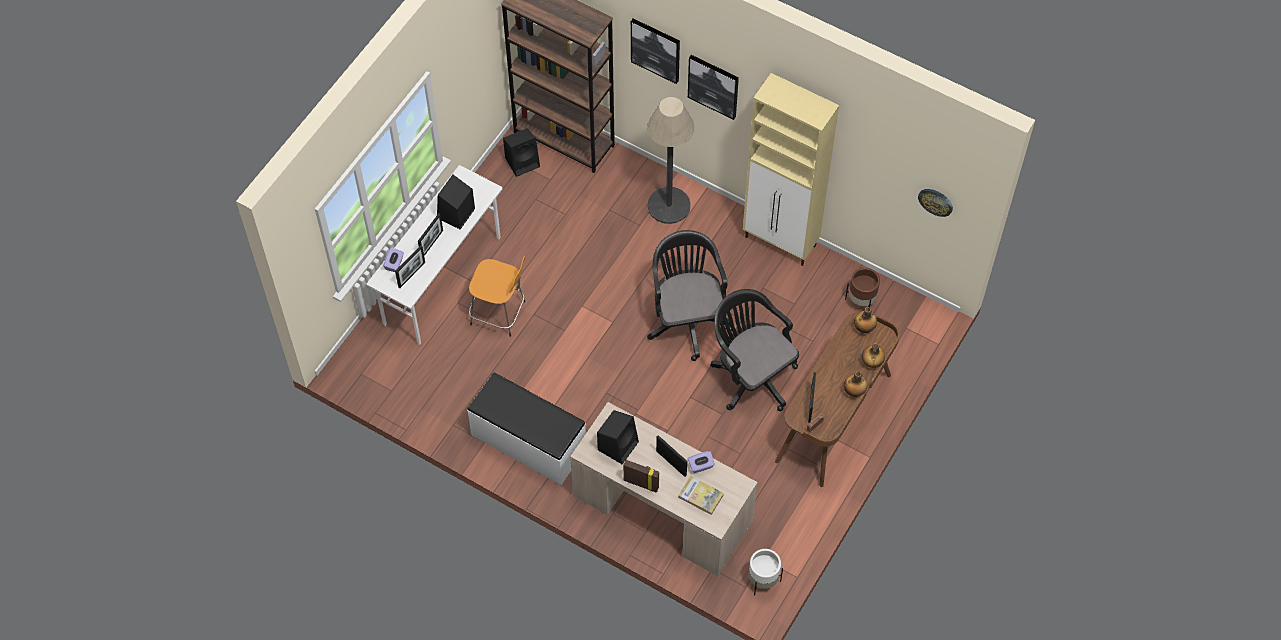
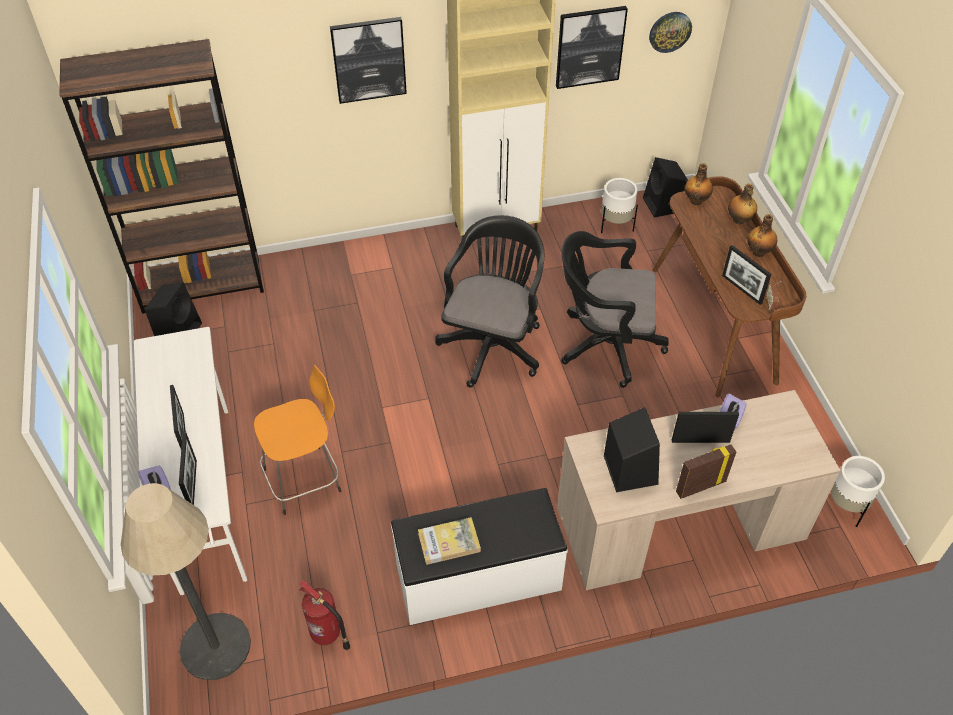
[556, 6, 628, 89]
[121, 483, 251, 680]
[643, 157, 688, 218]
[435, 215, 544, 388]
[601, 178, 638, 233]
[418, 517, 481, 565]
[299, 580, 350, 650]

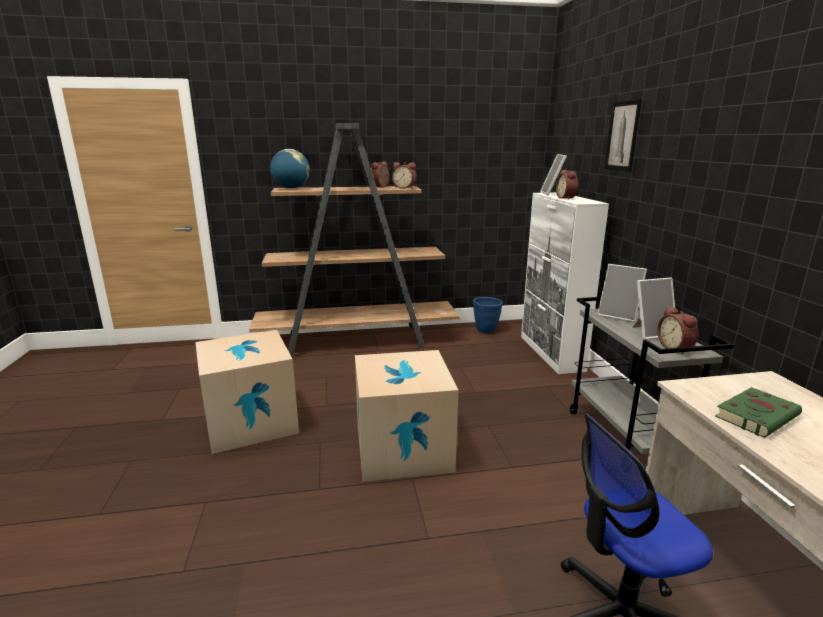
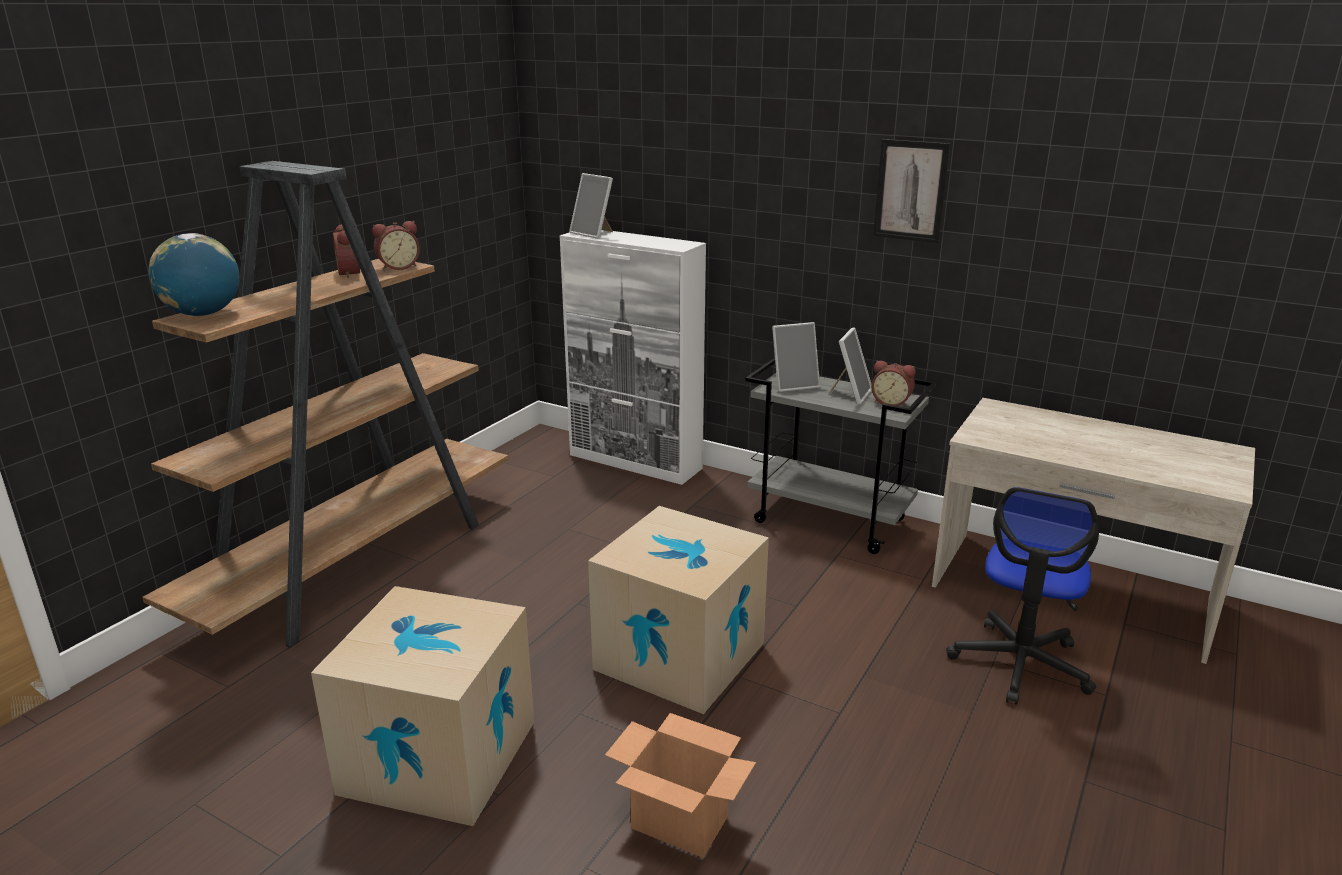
[873, 139, 950, 243]
[556, 170, 578, 200] (first image)
[473, 297, 503, 333] (first image)
[715, 387, 802, 438] (first image)
[605, 713, 756, 858]

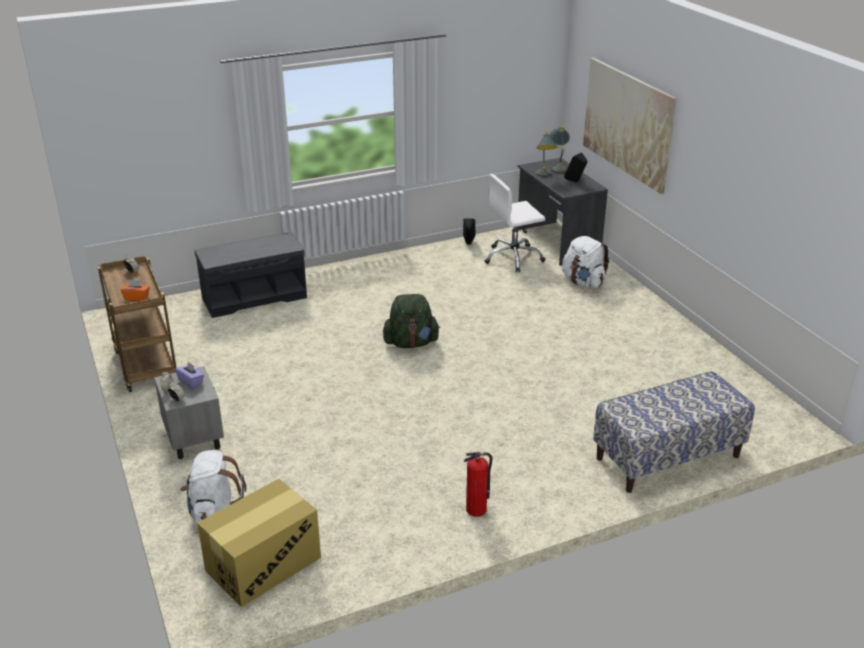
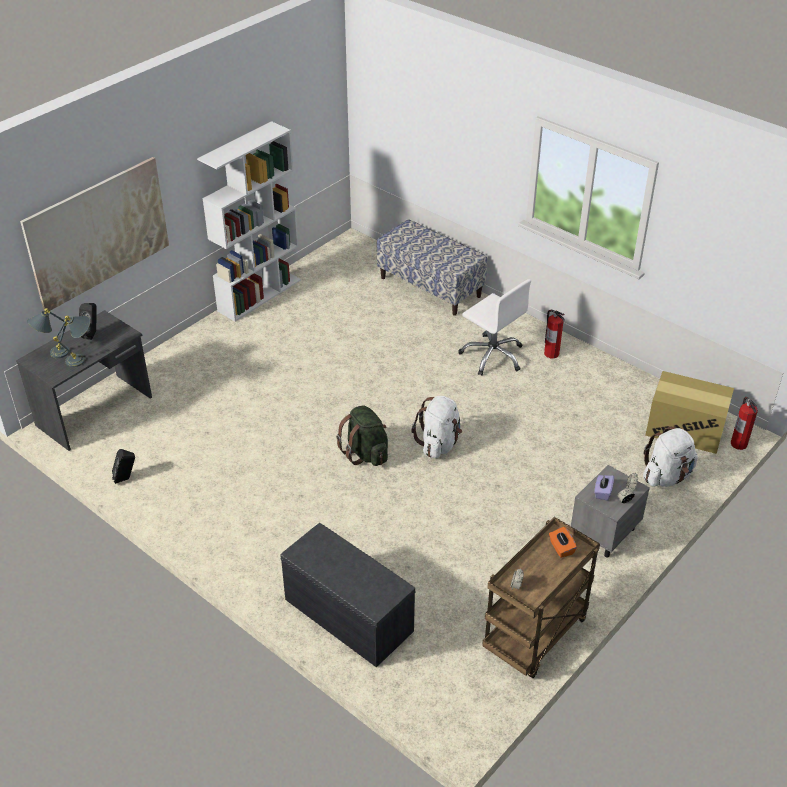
[458, 279, 531, 376]
[411, 396, 462, 458]
[197, 121, 301, 321]
[731, 397, 758, 450]

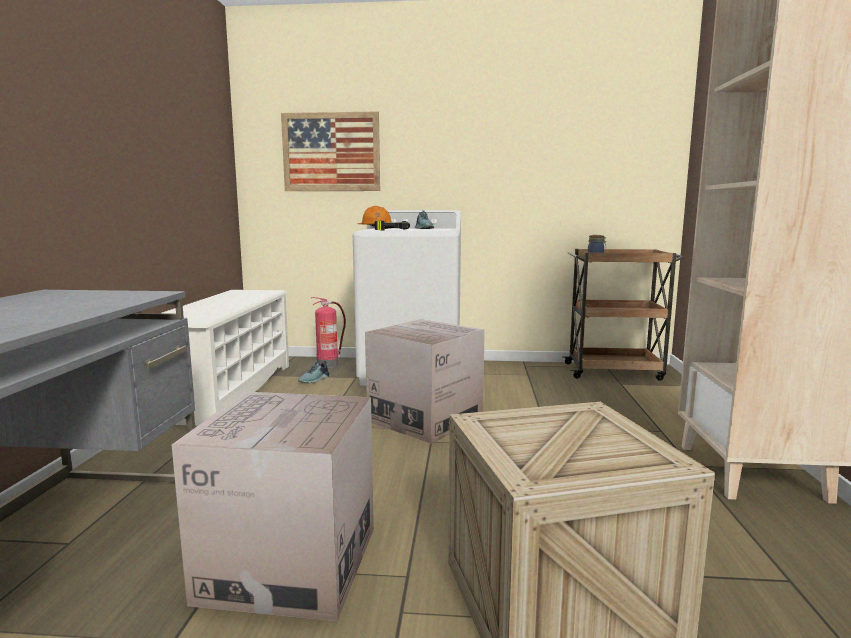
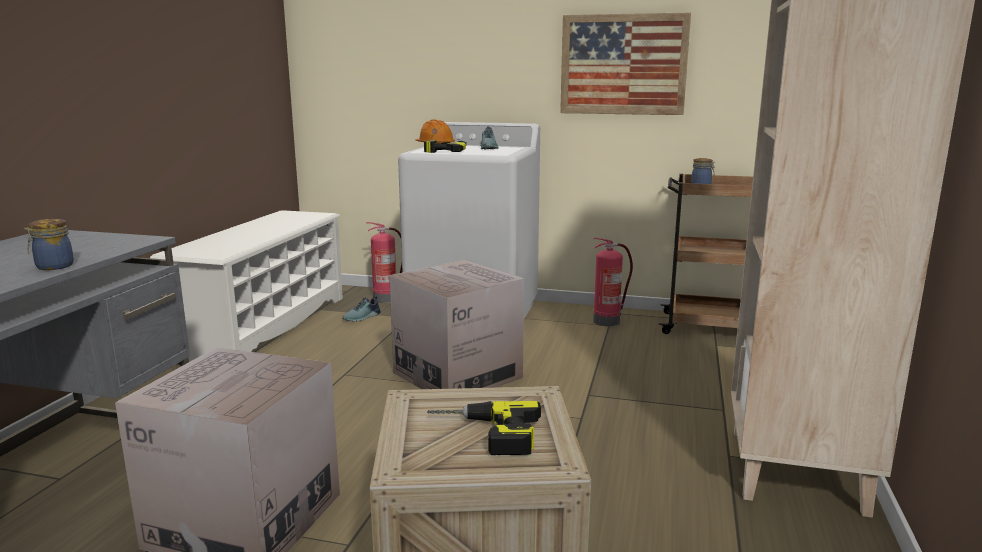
[560, 13, 691, 115]
[24, 219, 74, 270]
[593, 238, 633, 326]
[427, 401, 541, 455]

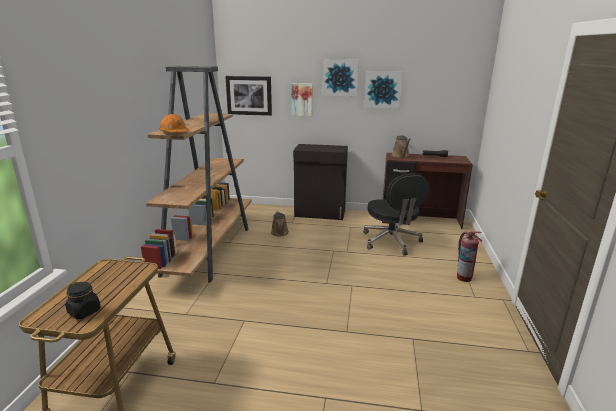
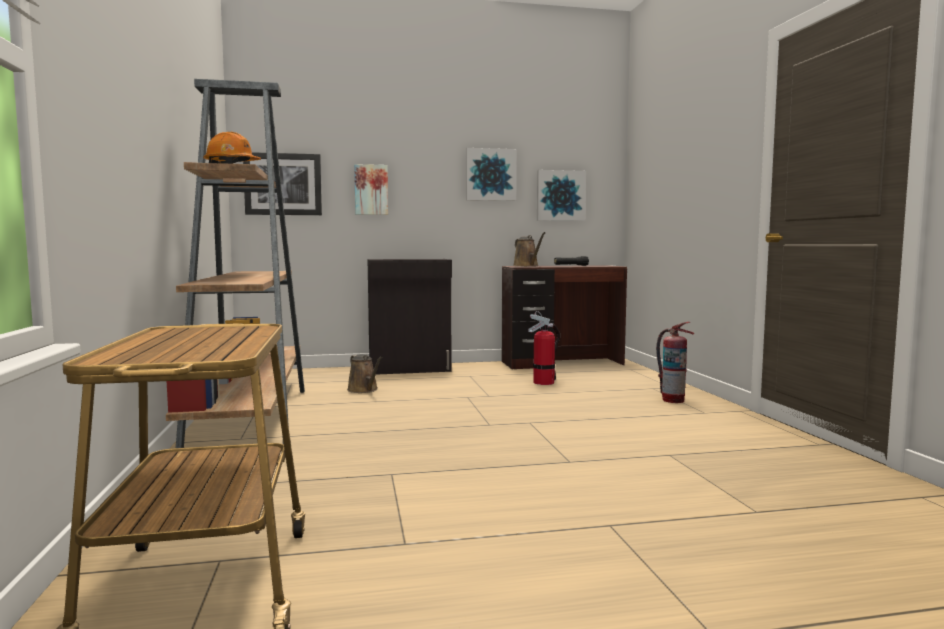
[537, 170, 586, 221]
[528, 311, 560, 385]
[65, 282, 101, 319] (first image)

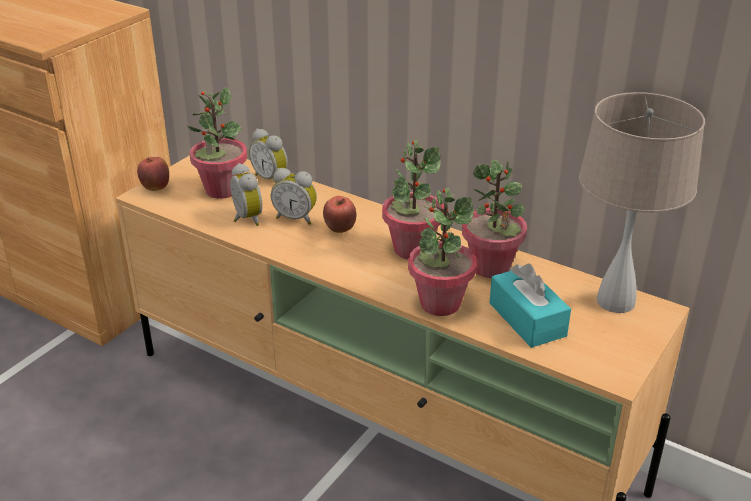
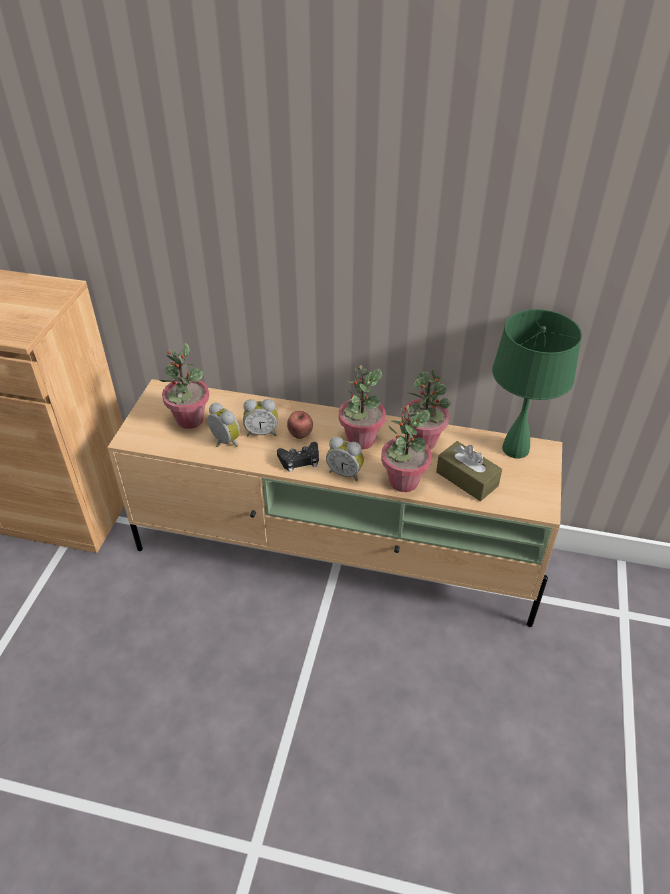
[492, 309, 582, 458]
[326, 437, 364, 481]
[137, 157, 169, 191] (first image)
[436, 441, 502, 501]
[277, 442, 319, 472]

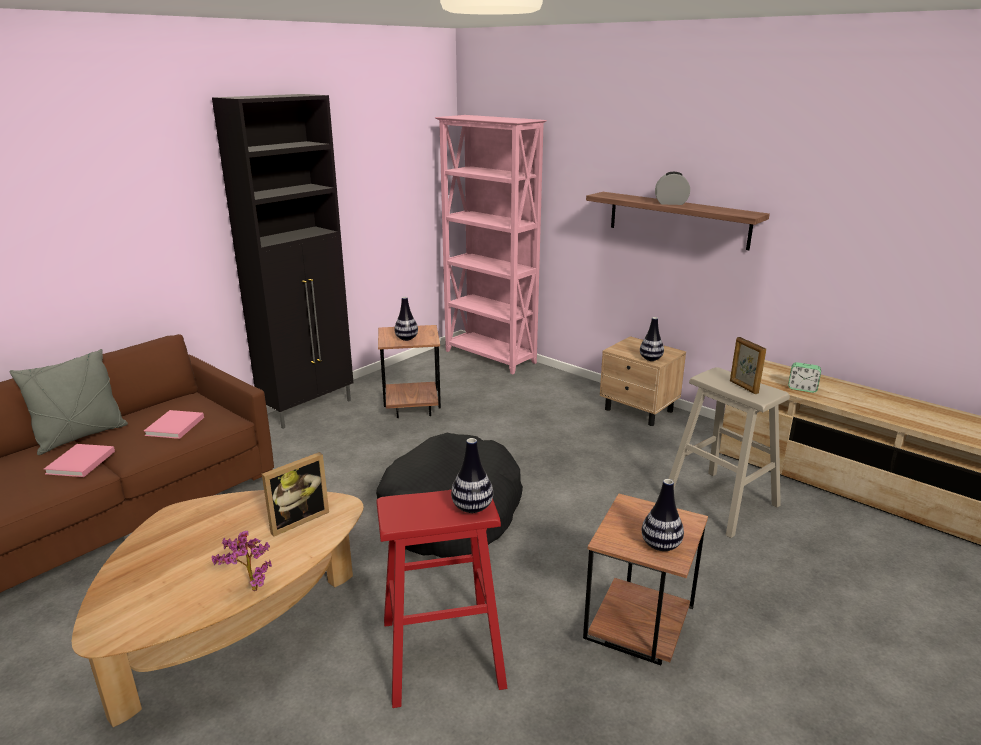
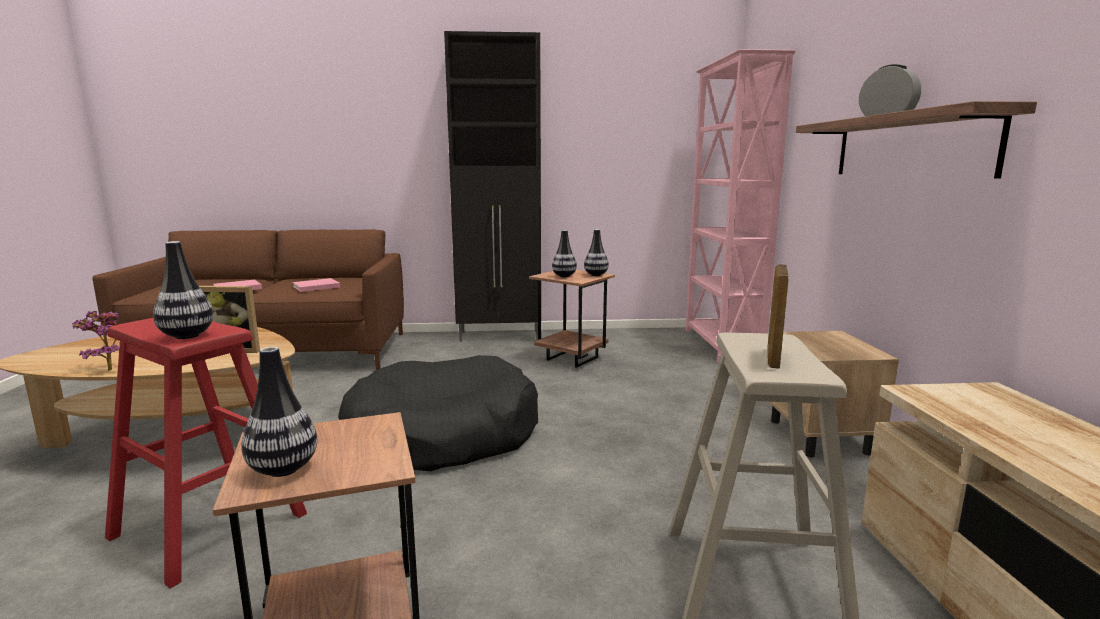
[584, 229, 609, 276]
[9, 349, 128, 455] (first image)
[788, 362, 821, 393] (first image)

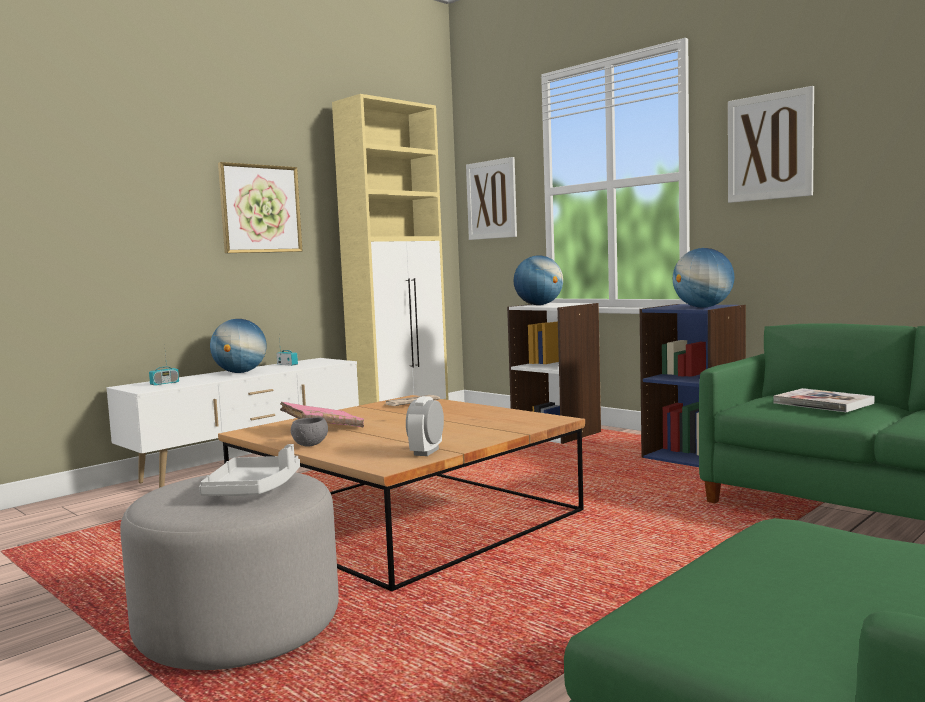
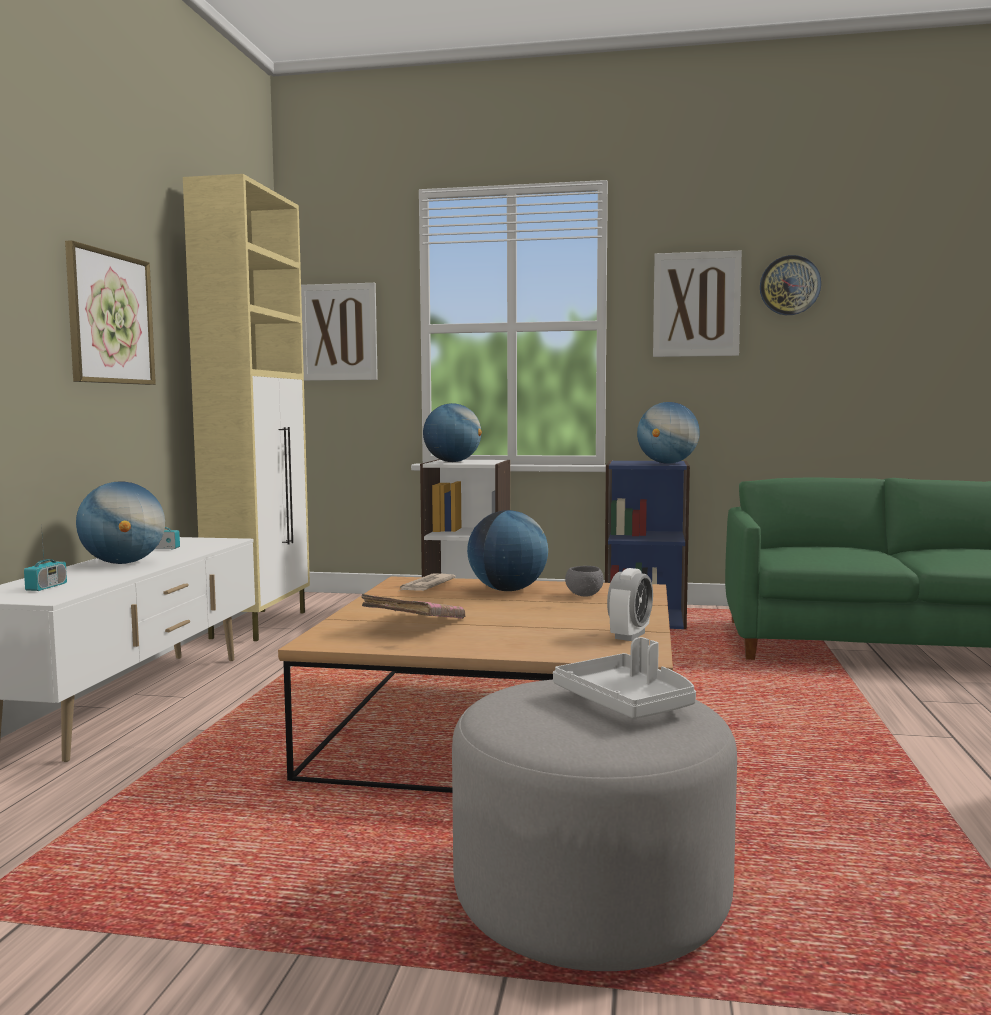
[773, 388, 874, 412] (first image)
[607, 568, 653, 641]
[565, 566, 604, 596]
[760, 255, 821, 315]
[467, 510, 548, 591]

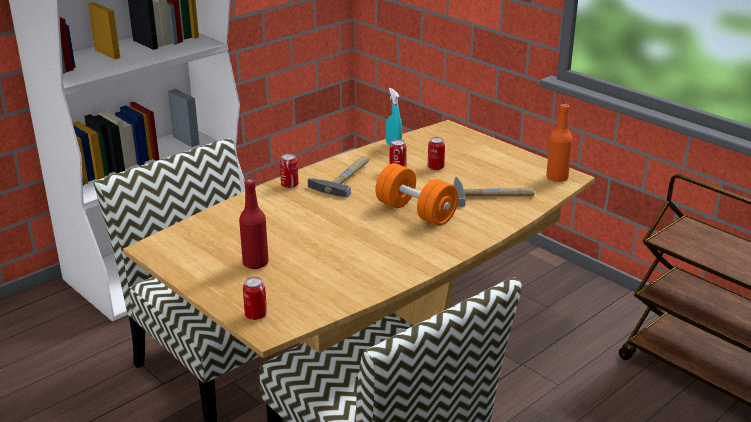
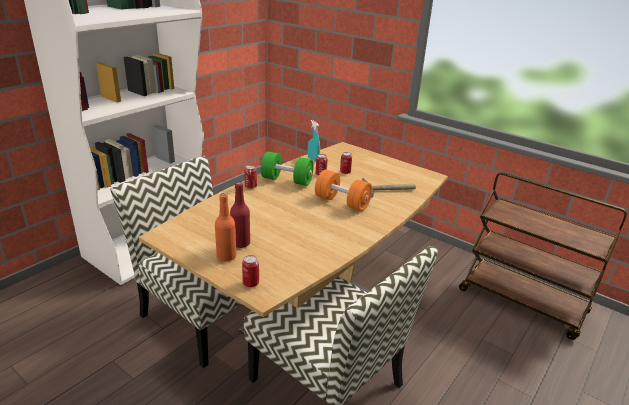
[215, 193, 236, 261]
[261, 152, 314, 186]

